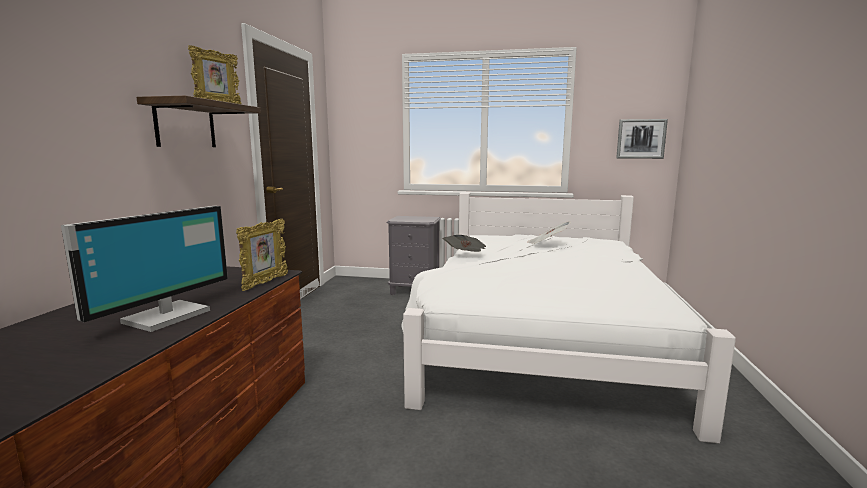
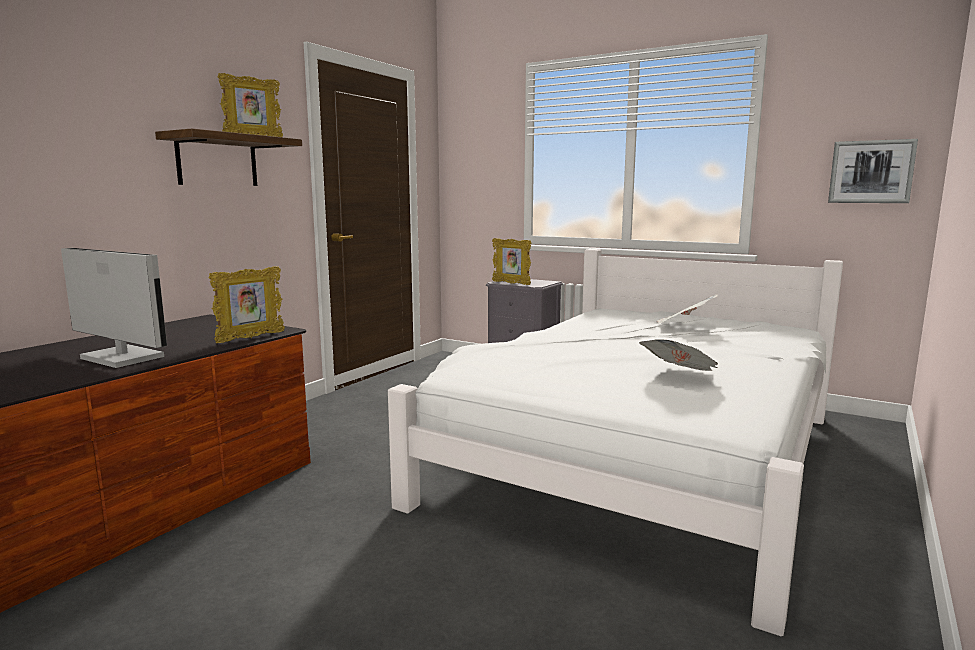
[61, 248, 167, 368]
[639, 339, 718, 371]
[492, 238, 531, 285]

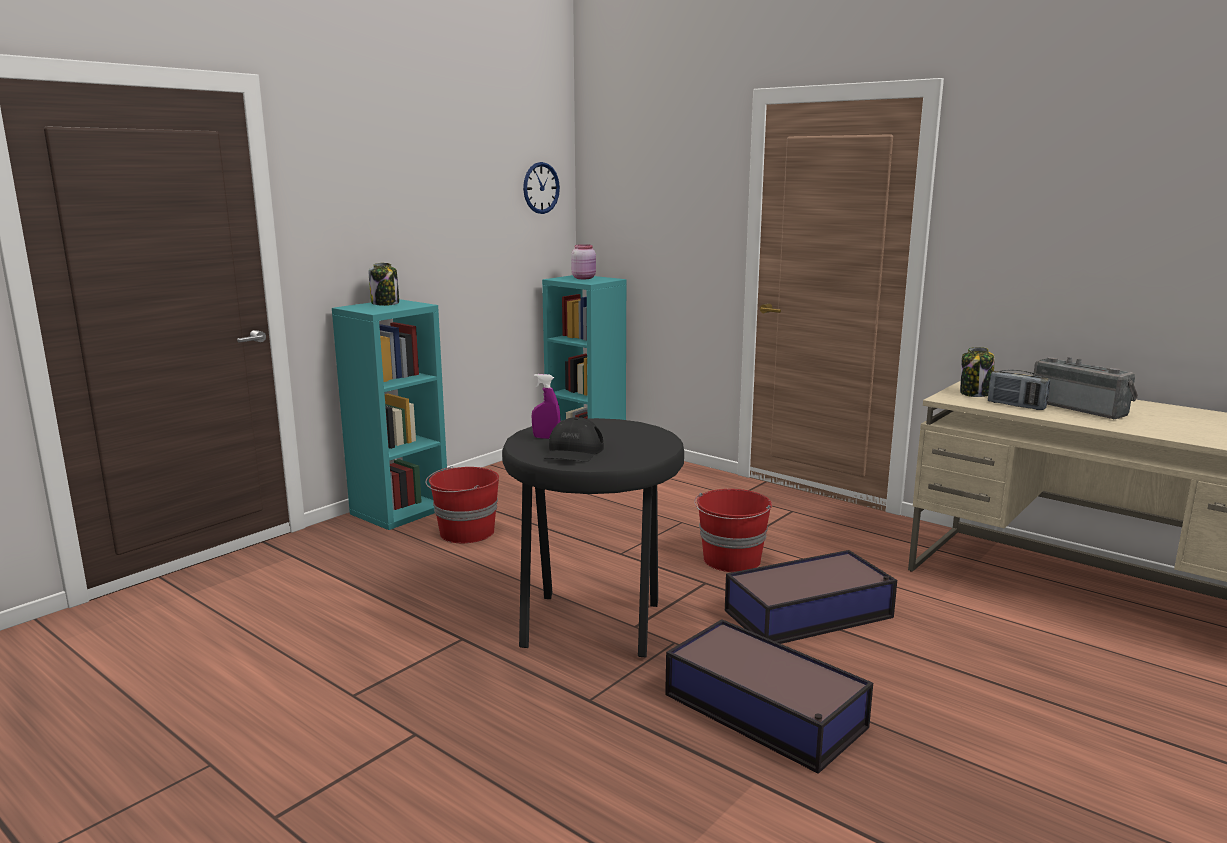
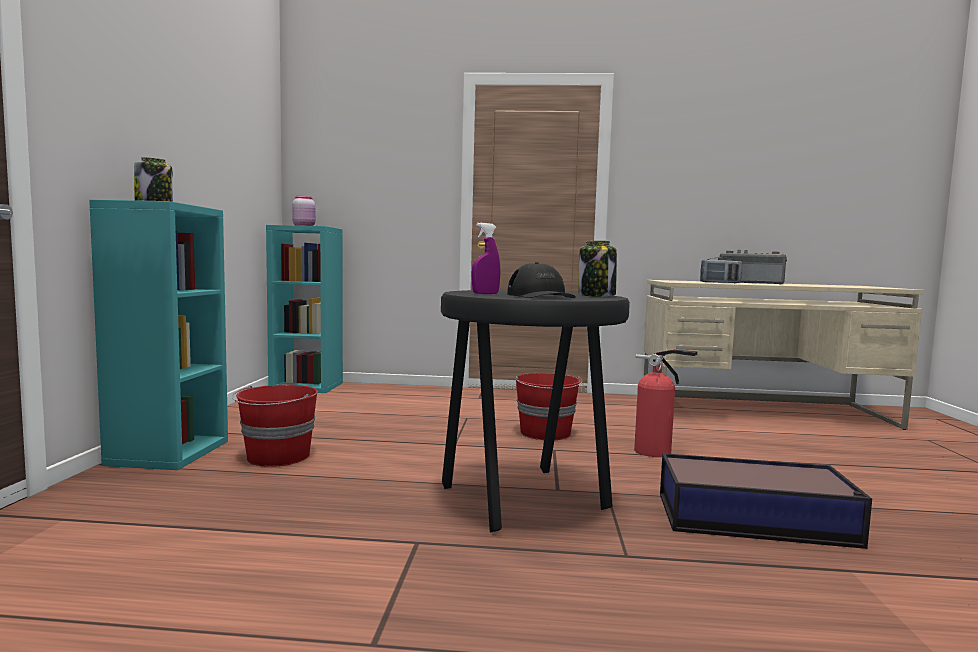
[523, 162, 560, 214] (first image)
[579, 241, 617, 297]
[634, 349, 698, 457]

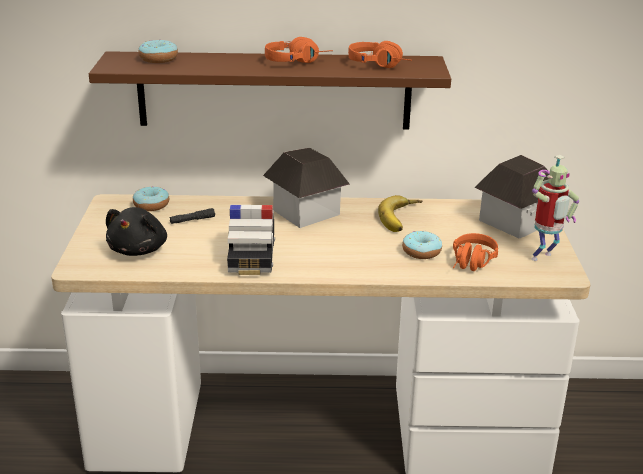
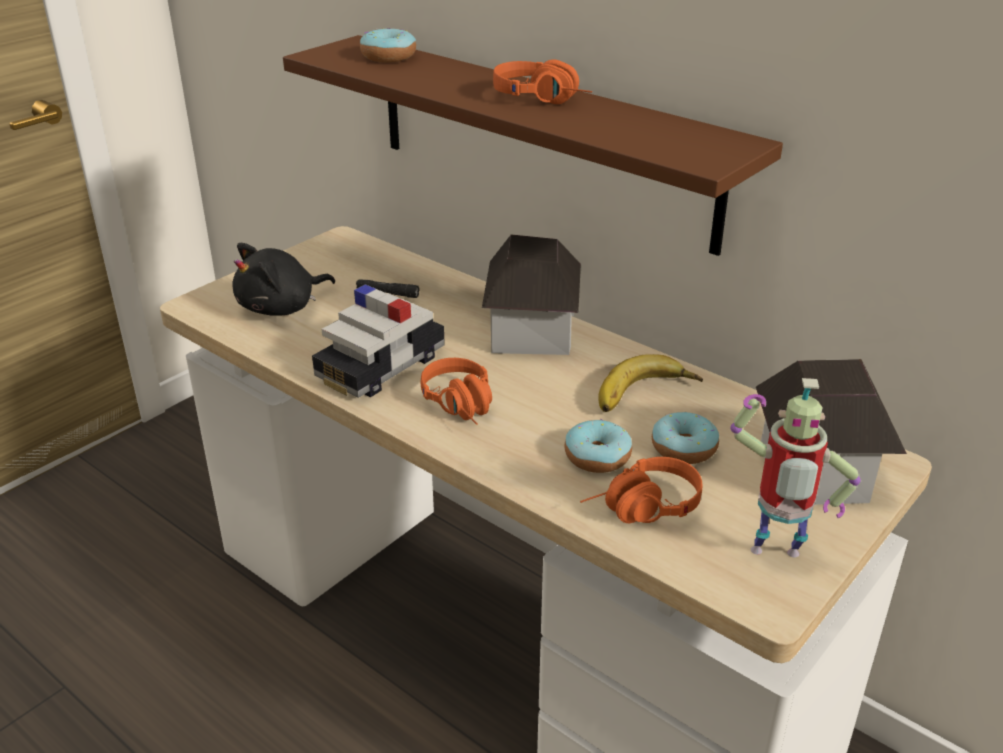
[421, 358, 492, 425]
[652, 412, 719, 464]

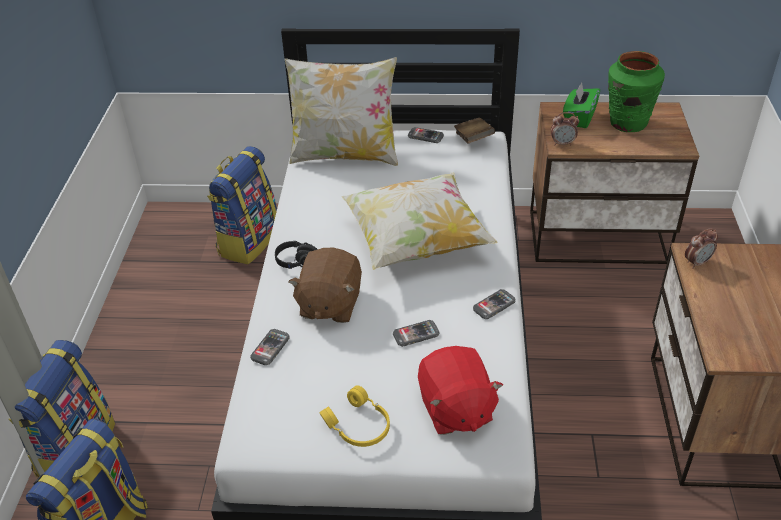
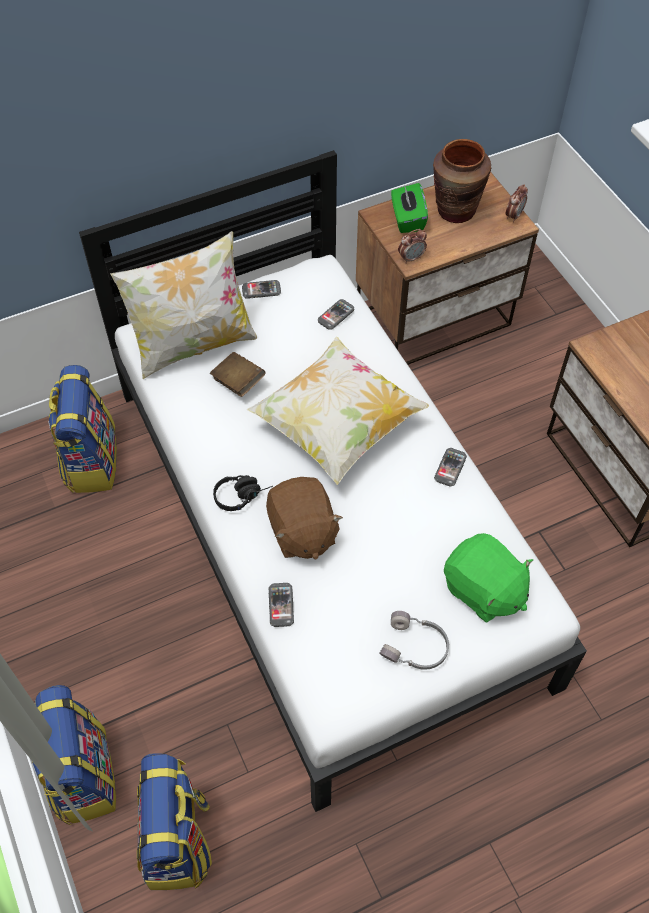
[433, 139, 492, 223]
[210, 352, 266, 397]
[506, 184, 528, 223]
[318, 299, 354, 330]
[444, 533, 533, 623]
[380, 611, 449, 670]

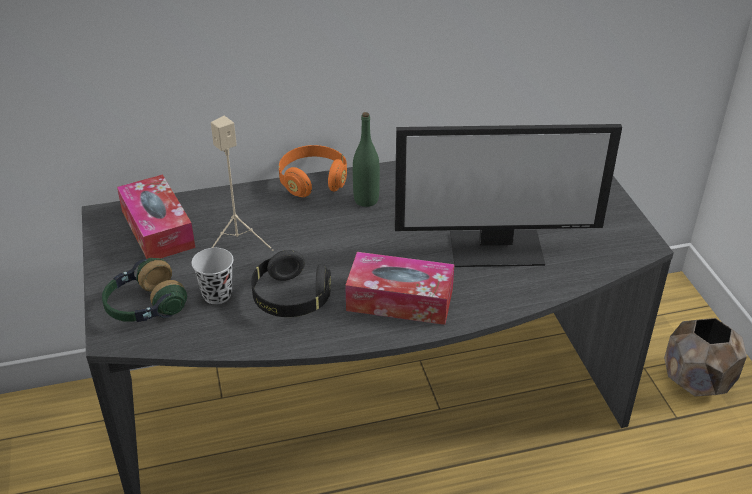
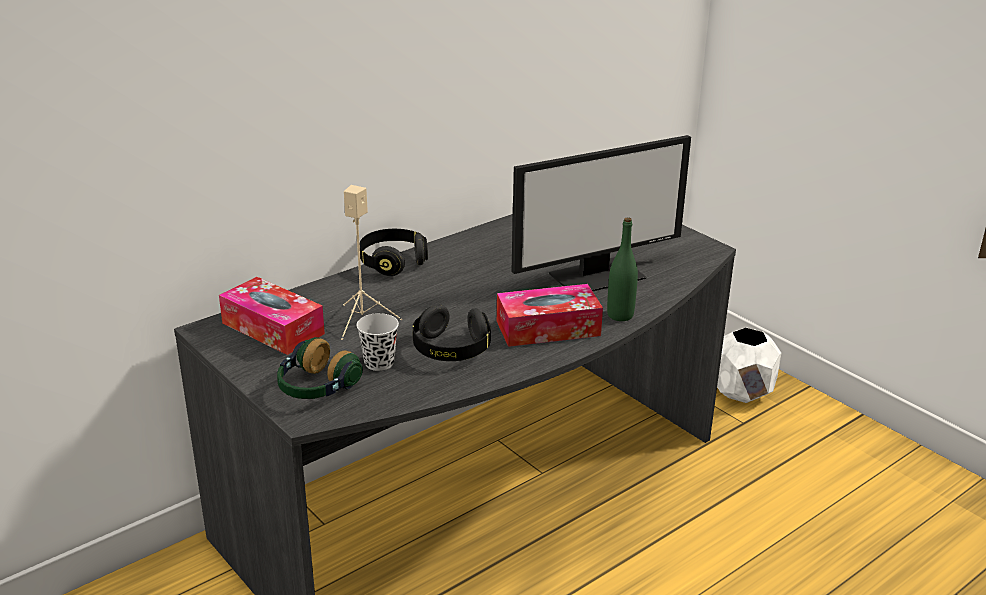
[607, 217, 638, 321]
[360, 229, 428, 276]
[717, 327, 781, 403]

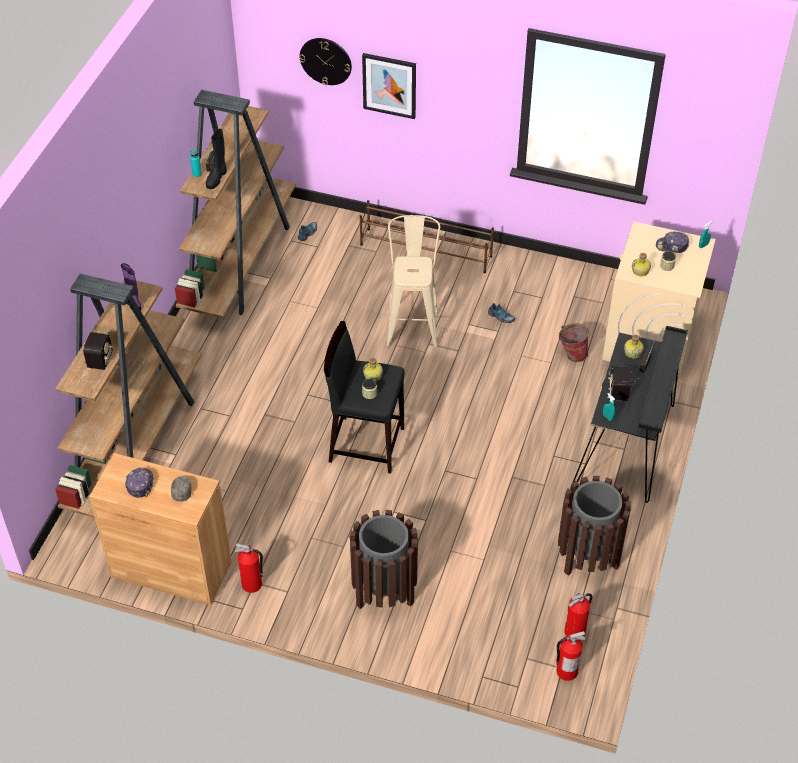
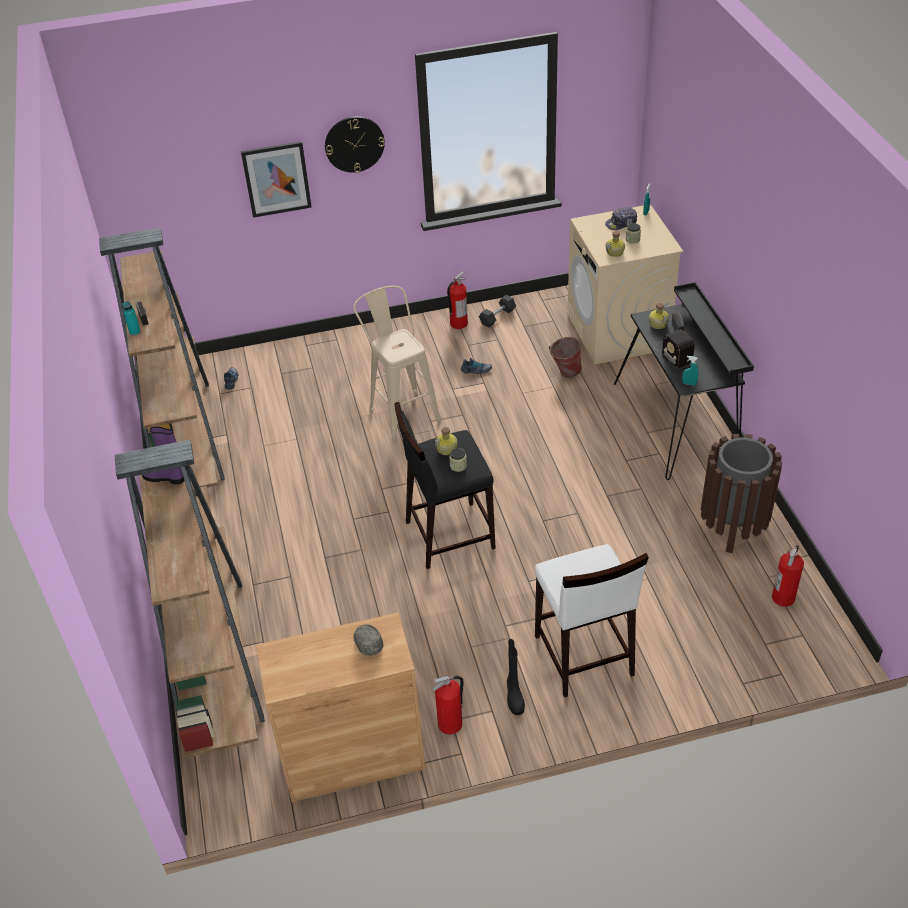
[325, 116, 385, 173]
[507, 639, 525, 715]
[360, 200, 494, 273] (first image)
[71, 332, 113, 382] (first image)
[125, 467, 154, 498] (first image)
[535, 544, 649, 697]
[447, 271, 468, 329]
[479, 295, 516, 328]

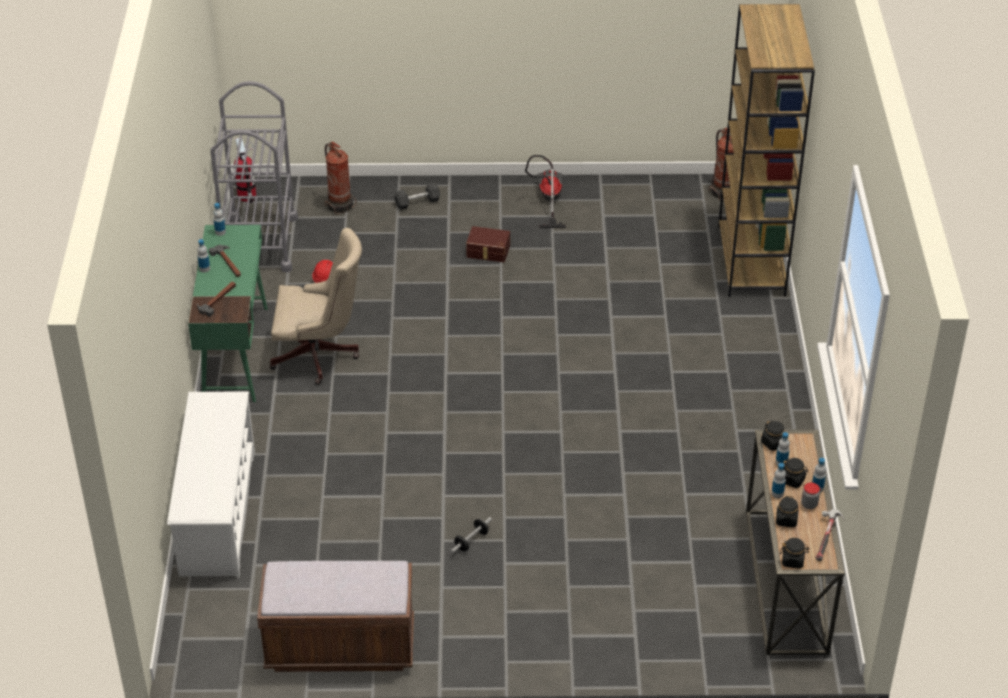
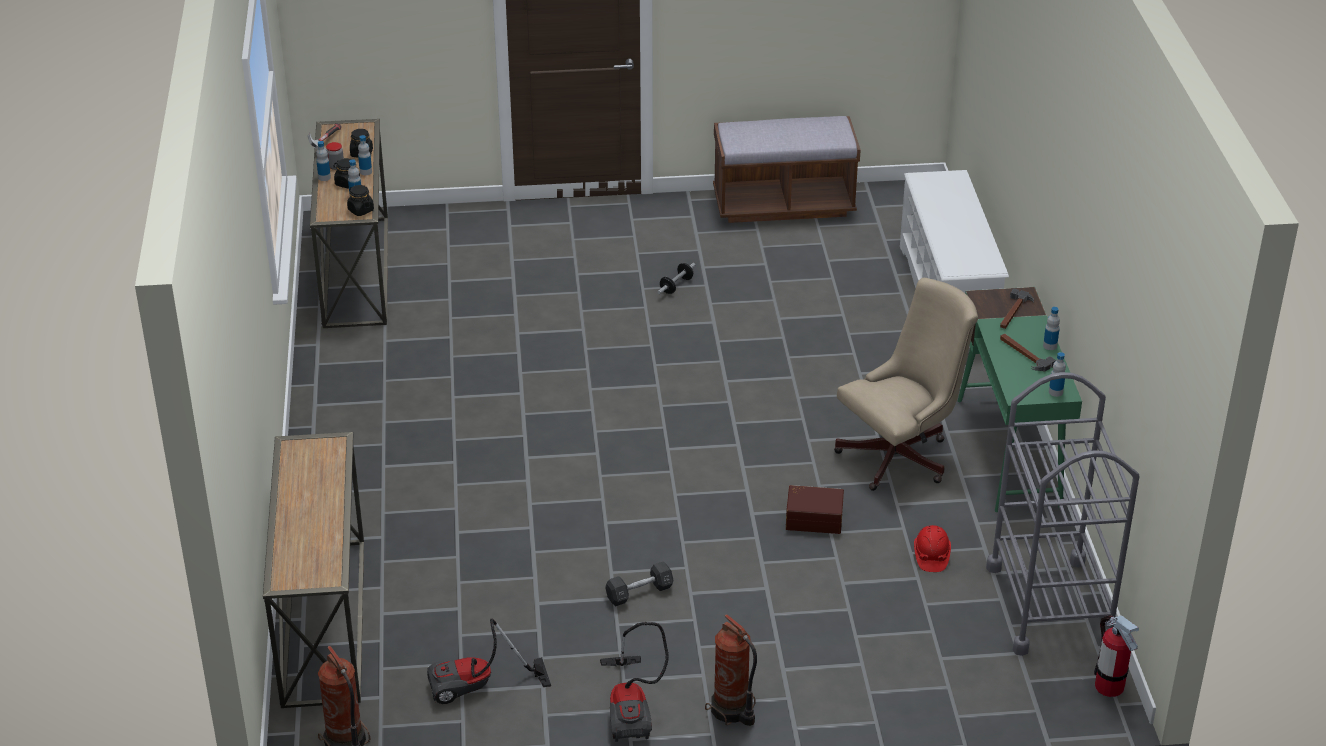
[263, 432, 364, 708]
[705, 615, 757, 726]
[605, 561, 673, 607]
[786, 485, 844, 534]
[834, 278, 978, 491]
[780, 538, 809, 569] (first image)
[427, 618, 551, 704]

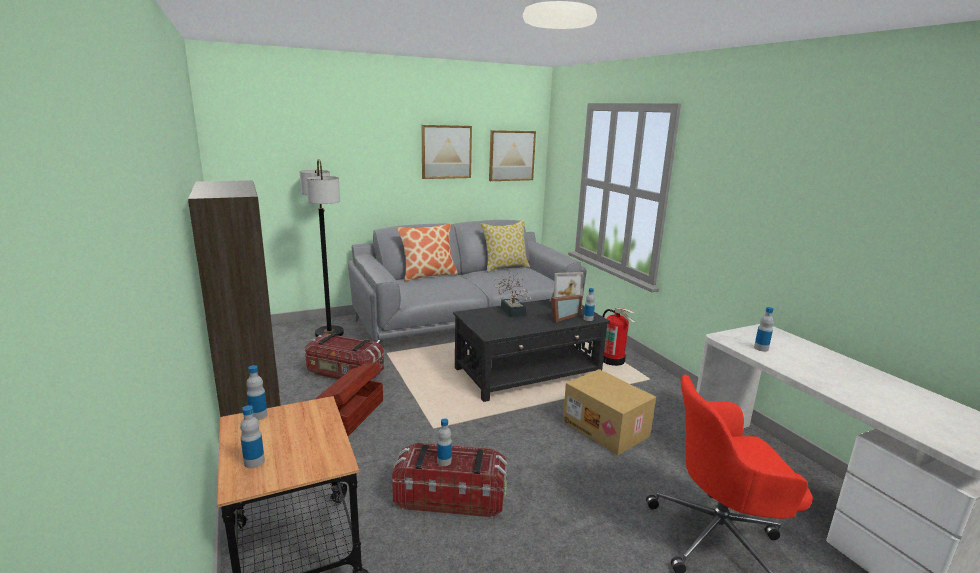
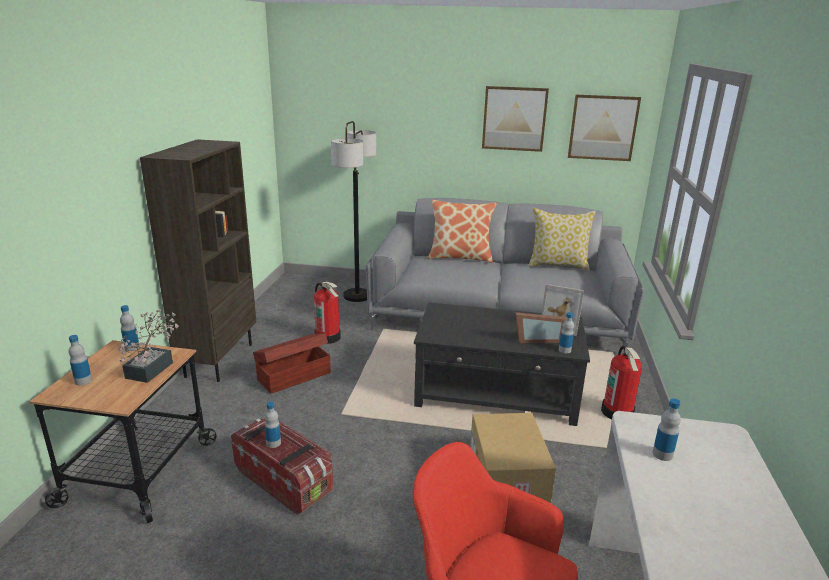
[119, 309, 179, 383]
[314, 281, 341, 344]

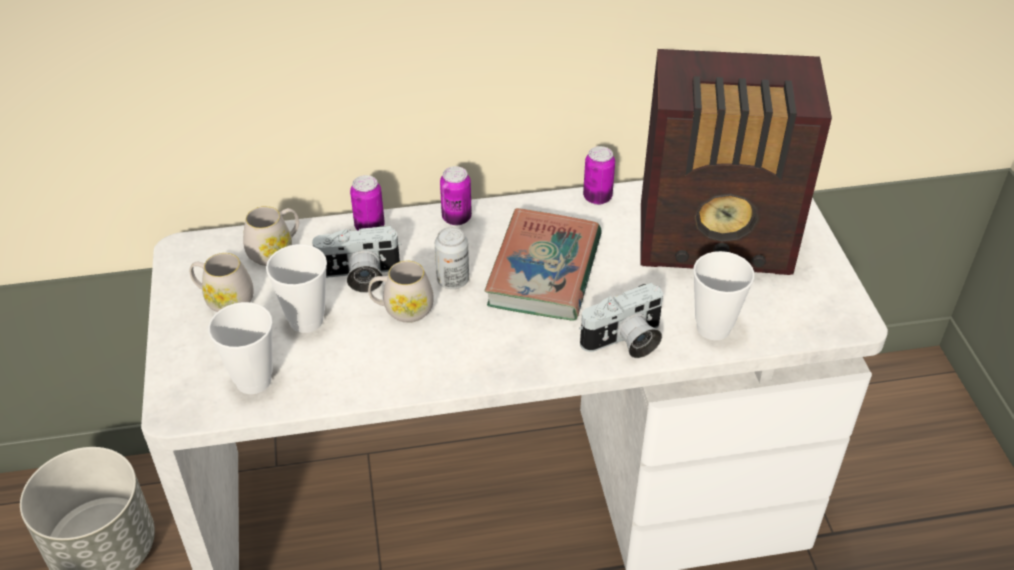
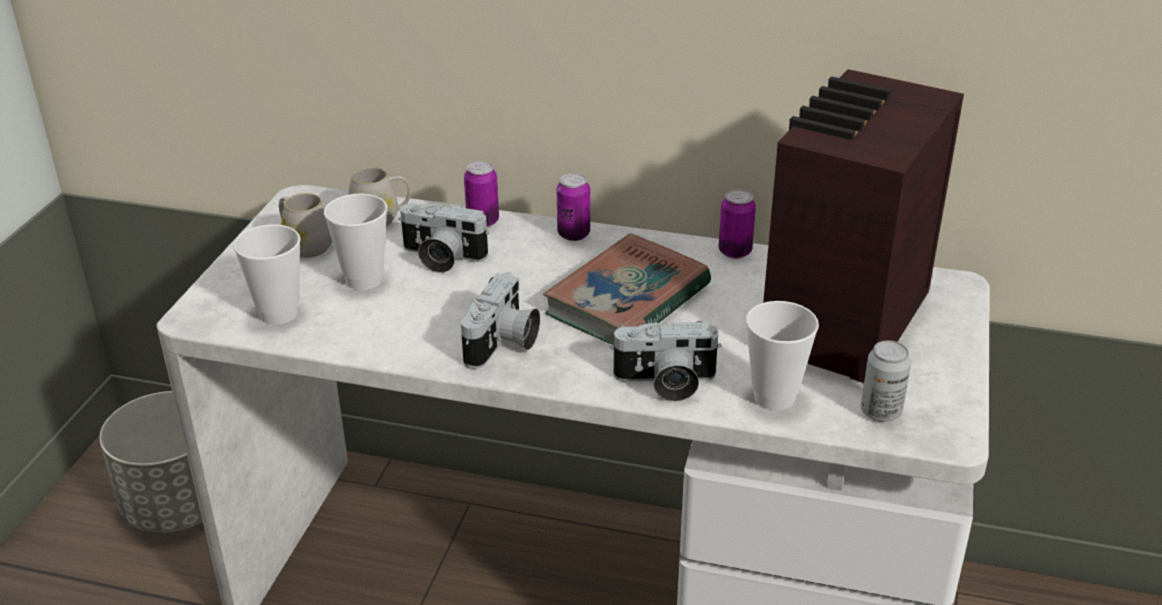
[763, 69, 964, 383]
[861, 340, 911, 422]
[368, 261, 434, 323] (first image)
[461, 273, 540, 369]

